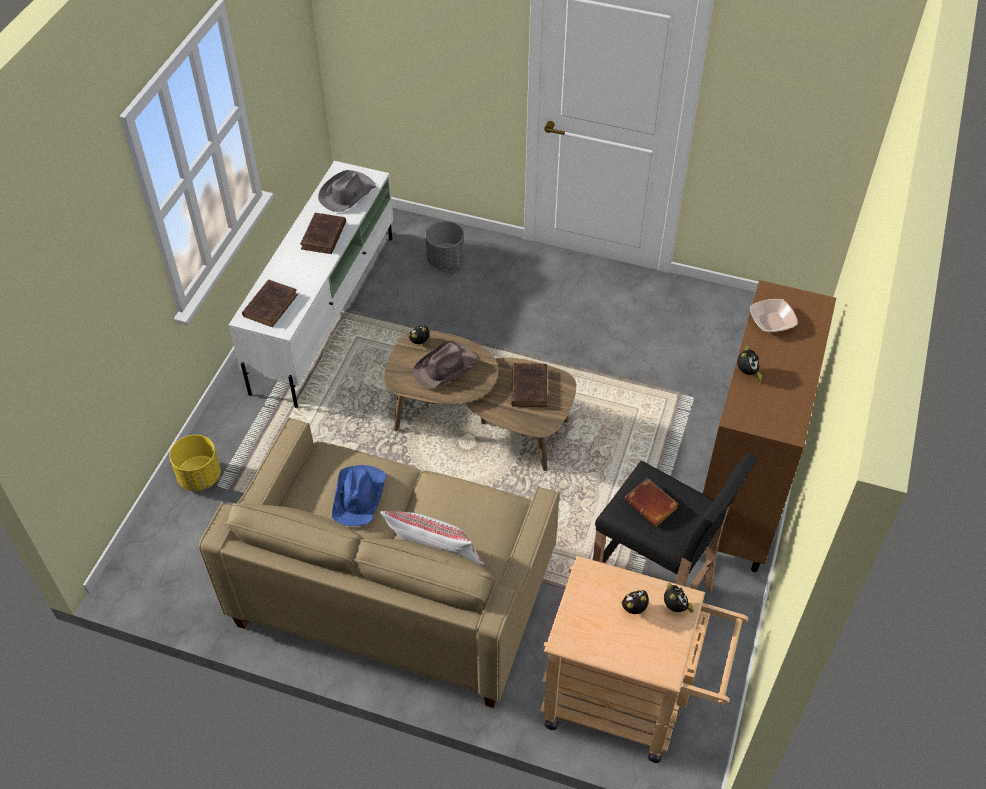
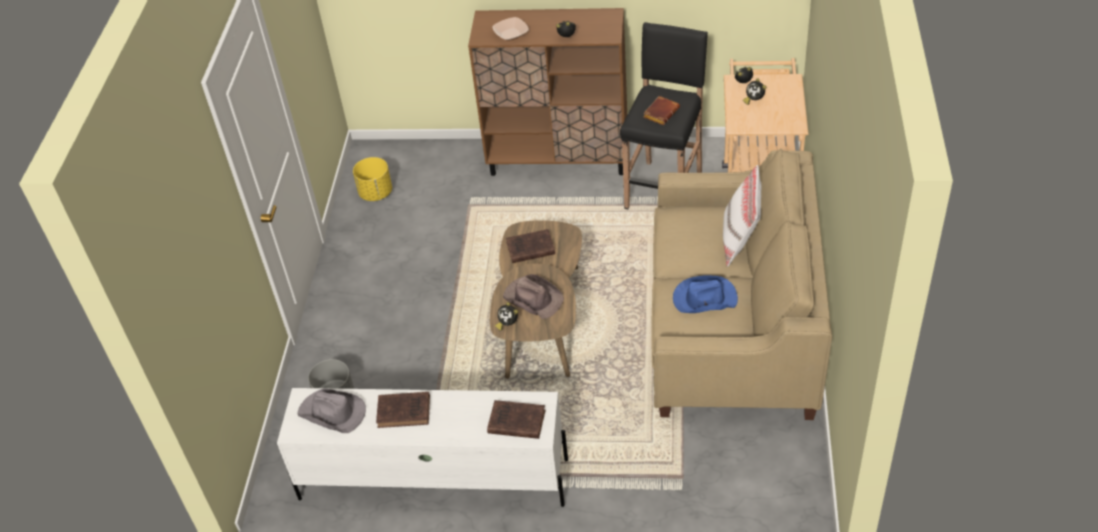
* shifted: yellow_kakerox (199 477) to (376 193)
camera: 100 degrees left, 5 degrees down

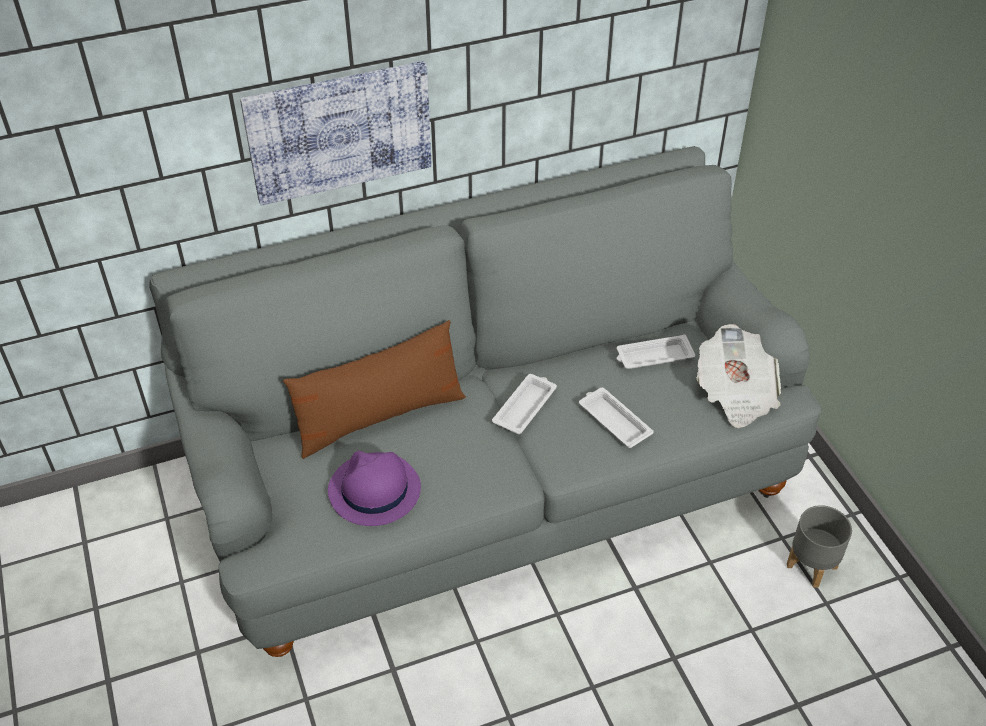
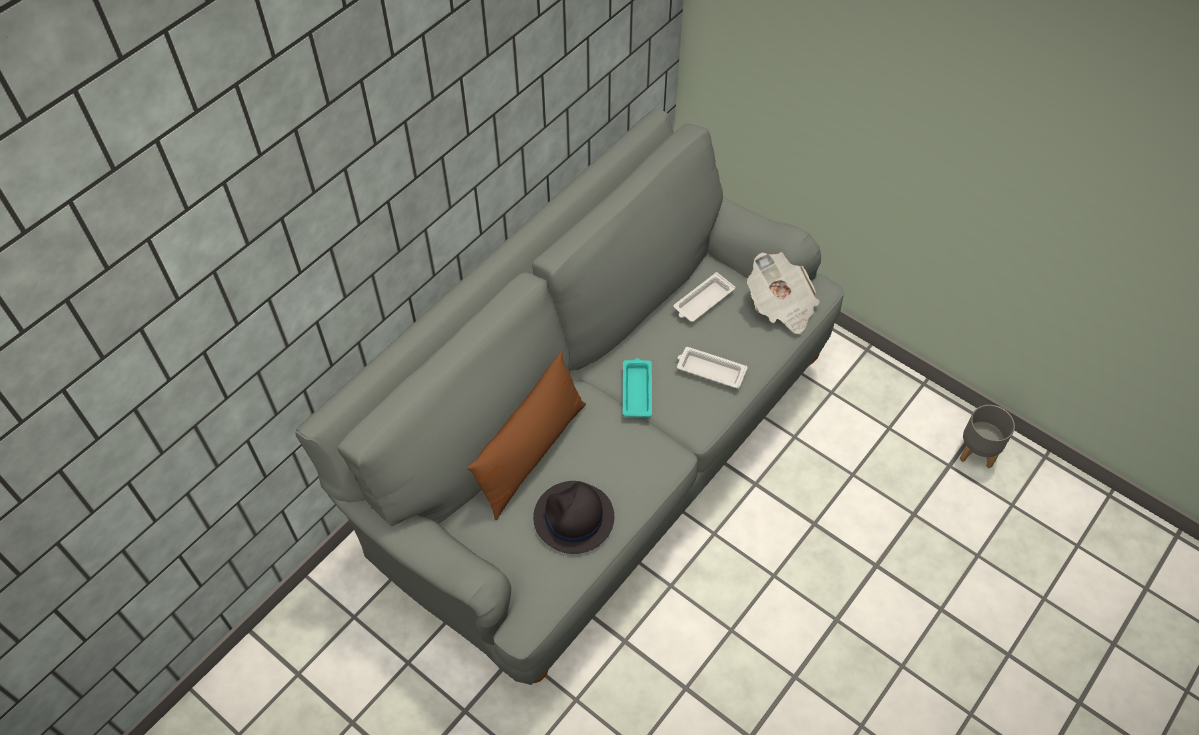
* gone: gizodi (339 131)
* shifted: grey_kakerox (812 567) to (978 452)
* repainted: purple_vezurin (374 490) to black_vezurin (573 518)
* repainted: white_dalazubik (525 406) to turquoise_dalazubik (637 390)
camera: 30 degrees left, 10 degrees up

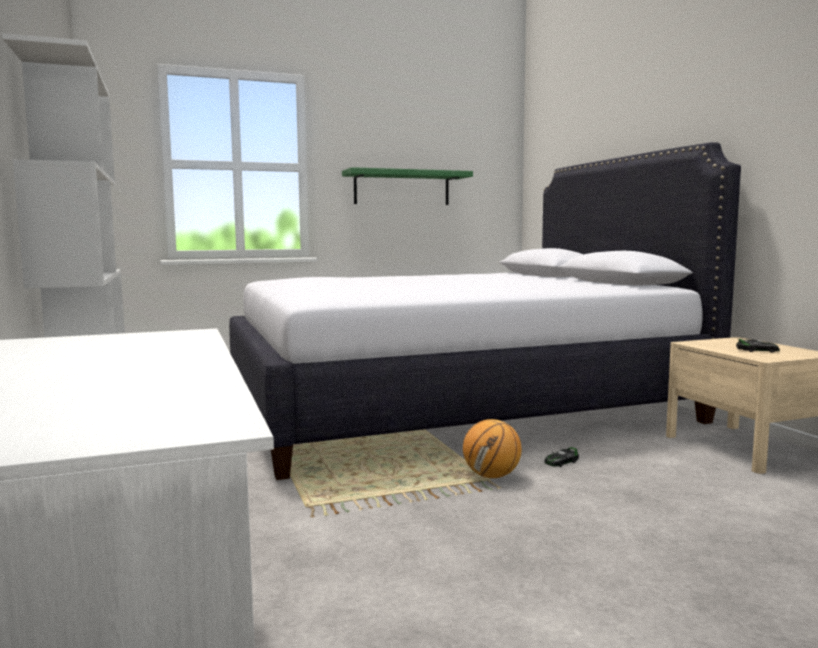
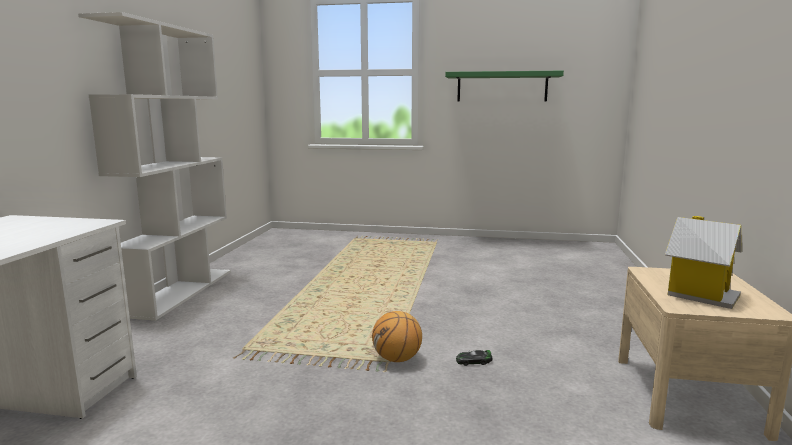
* gone: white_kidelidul (454 405)
* swapped: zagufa (757 350) to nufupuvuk (699 294)
camera: 30 degrees right, 5 degrees up

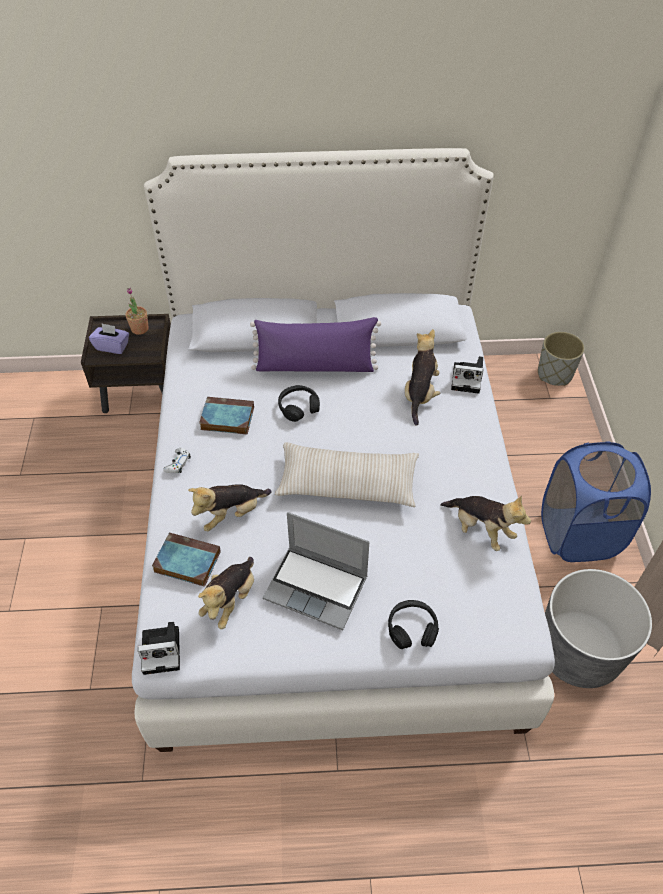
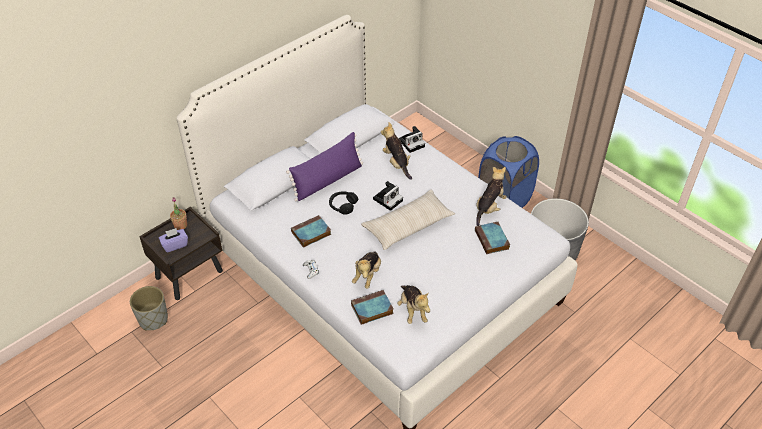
* gone: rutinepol (317 587)
* gone: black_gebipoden (412 628)
* new: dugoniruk (492 240)
* shifted: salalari (163 650) to (388 199)
* shifted: grey_kakerox (554 374) to (153 319)
* rotated: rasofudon (480 529) = (489 208) 60 degrees counterclockwise
camera: 40 degrees left, 5 degrees down

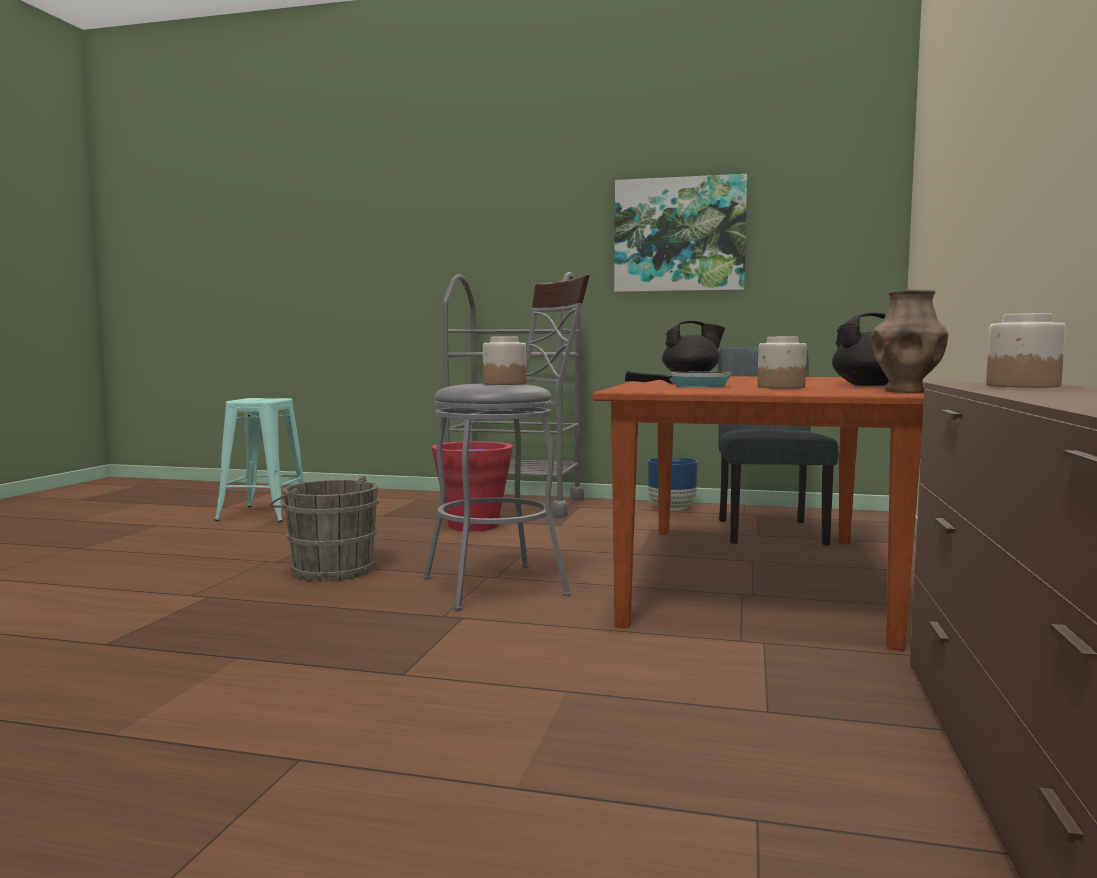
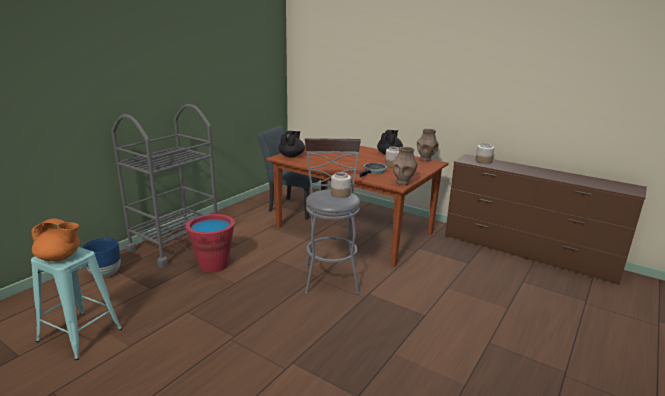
* gone: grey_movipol (329 570)
* gone: gizodi (679 235)
* new: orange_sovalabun (60 258)
* new: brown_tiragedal (403 183)
* shifted: blue_kakerox (671 509) to (105 274)
camera: 70 degrees left, 15 degrees up

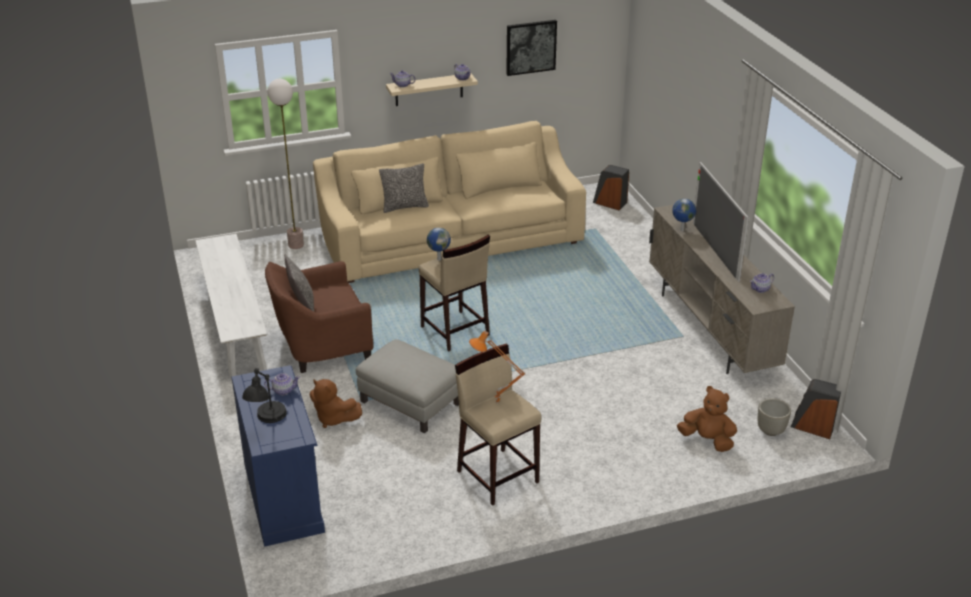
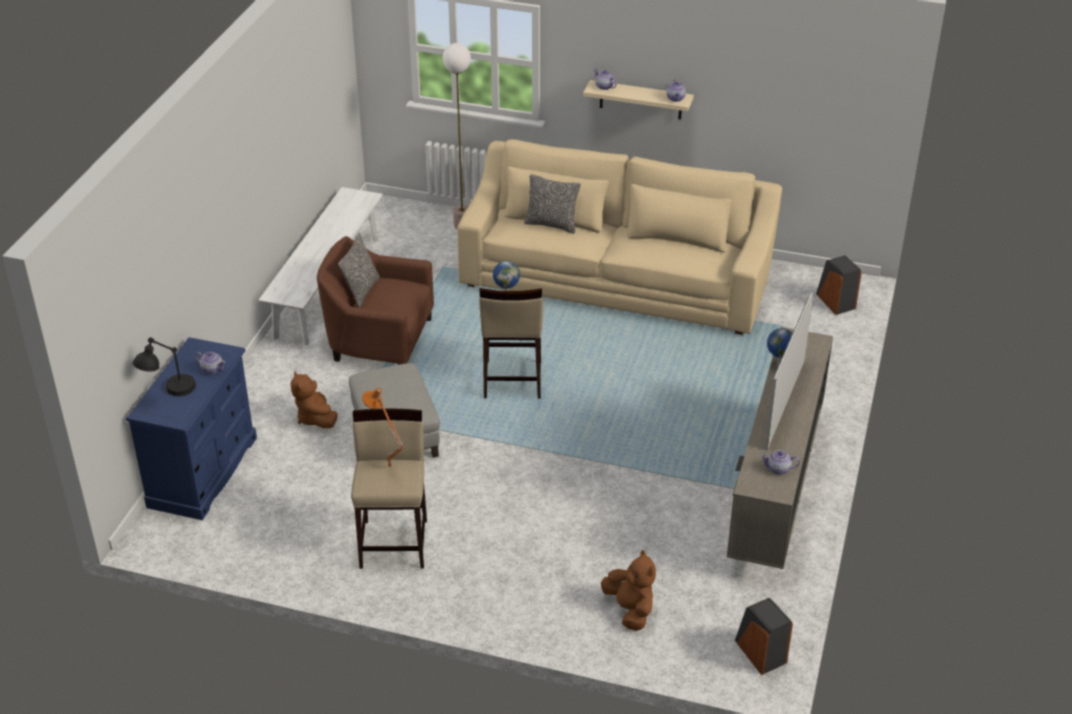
* gone: gizodi (530 47)
* gone: grey_kakerox (770 431)
camera: 35 degrees right, 5 degrees up

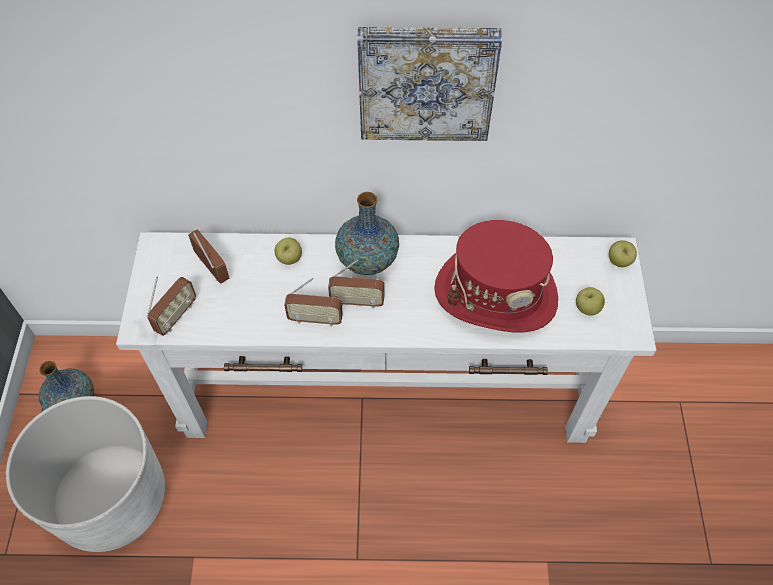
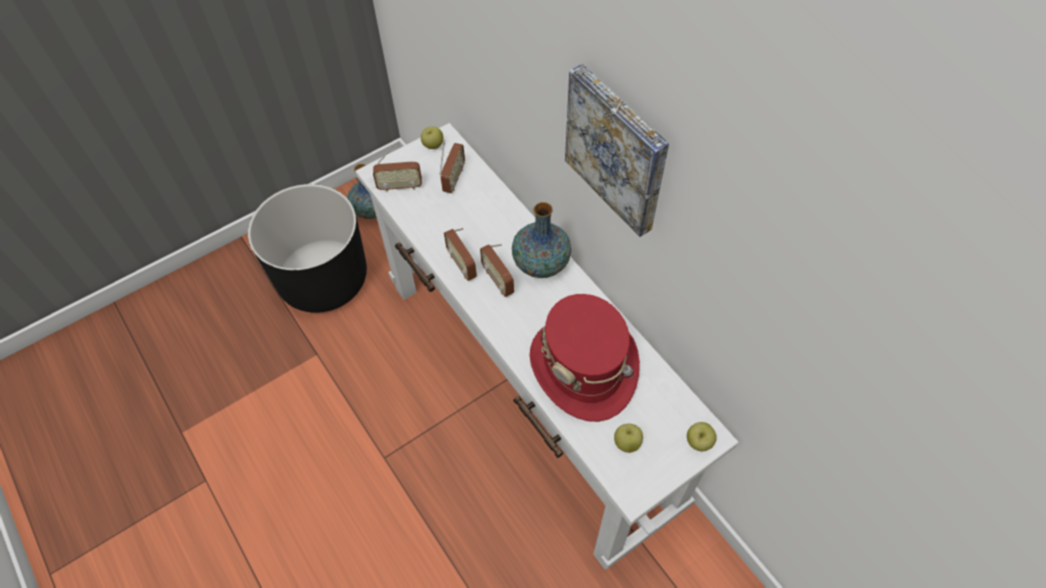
* shifted: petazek (289 259) to (433 145)
* repainted: white_kakerox (111 498) to black_kakerox (323 279)
camera: 55 degrees right, 0 degrees up

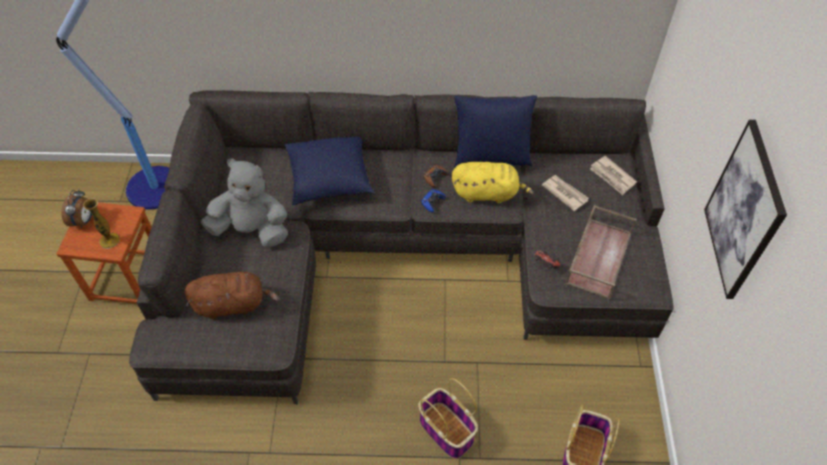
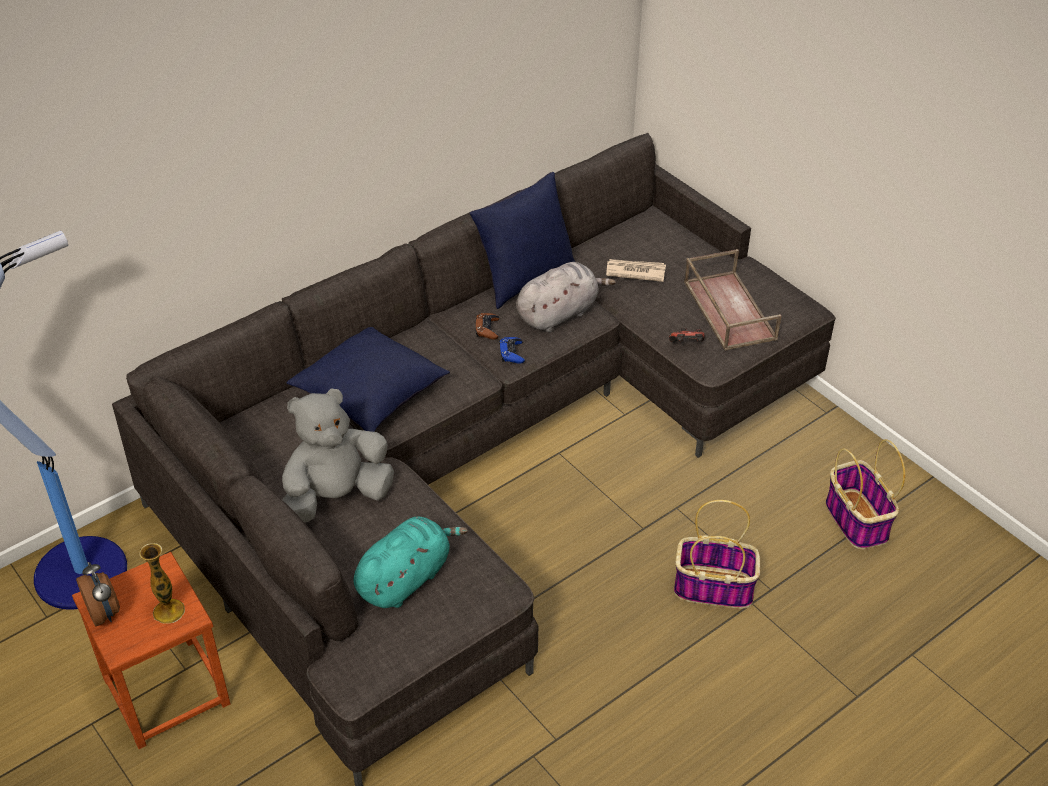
* gone: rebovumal (612 177)
* gone: gizodi (744 212)
* repainted: brown_rasofudon (233 304) to turquoise_rasofudon (406 578)
* repainted: yellow_rasofudon (487 193) to grey_rasofudon (559 313)
camera: 40 degrees left, 10 degrees down

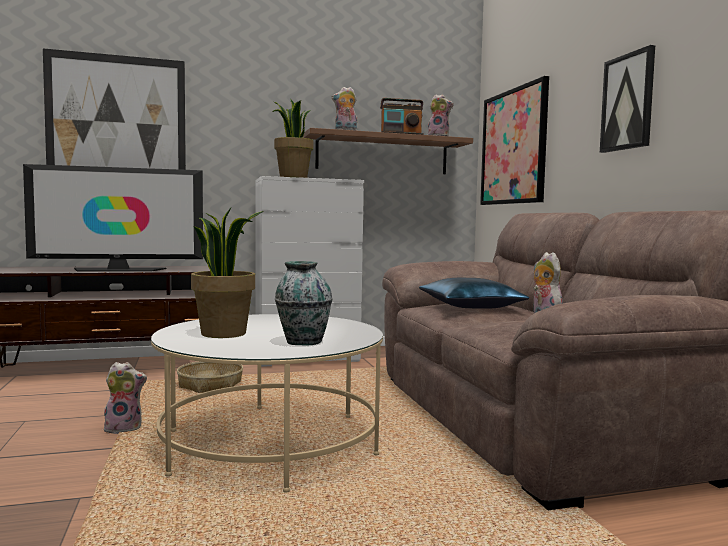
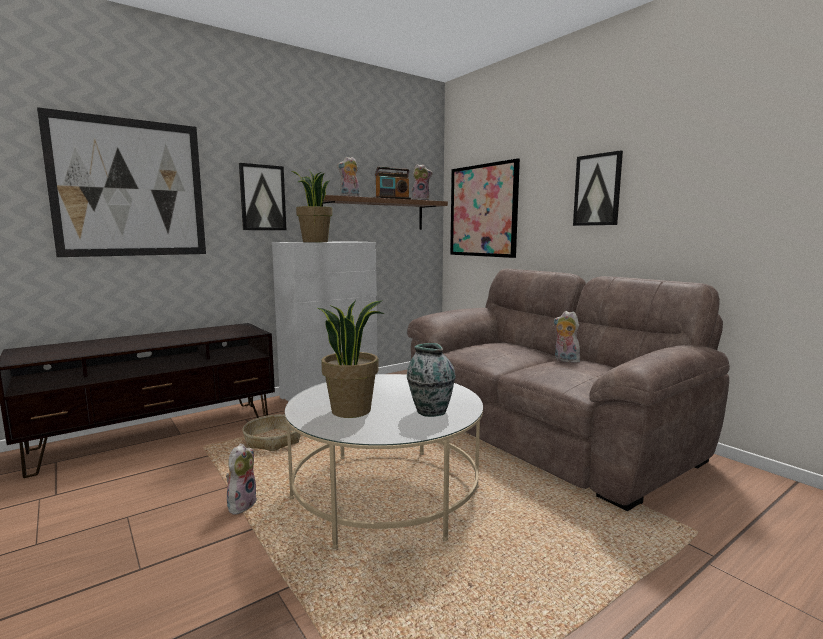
* gone: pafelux (118 270)
* gone: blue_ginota (471 306)
* new: gizodi (262 198)
* rotated: rasofudon (125 428) = (241 504) 45 degrees counterclockwise
camera: 20 degrees left, 5 degrees up

